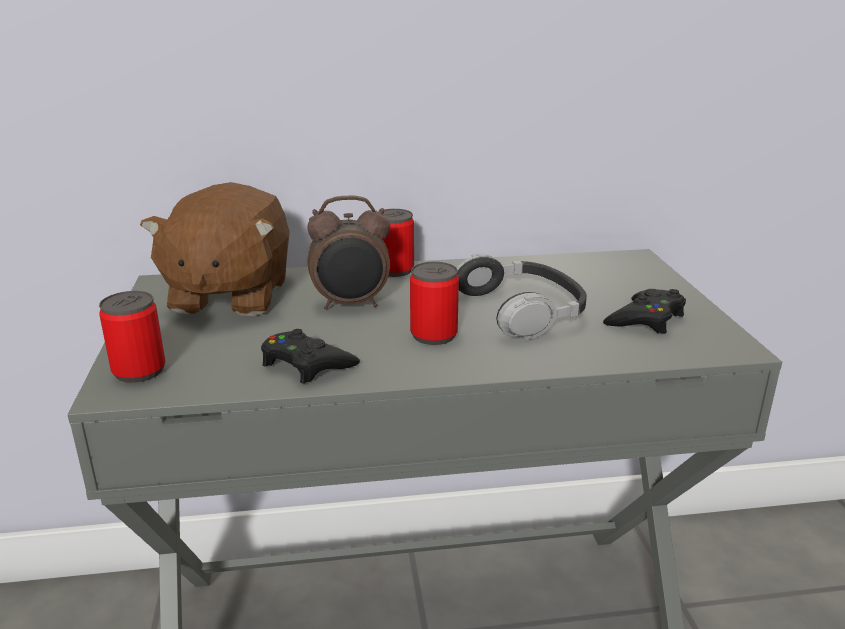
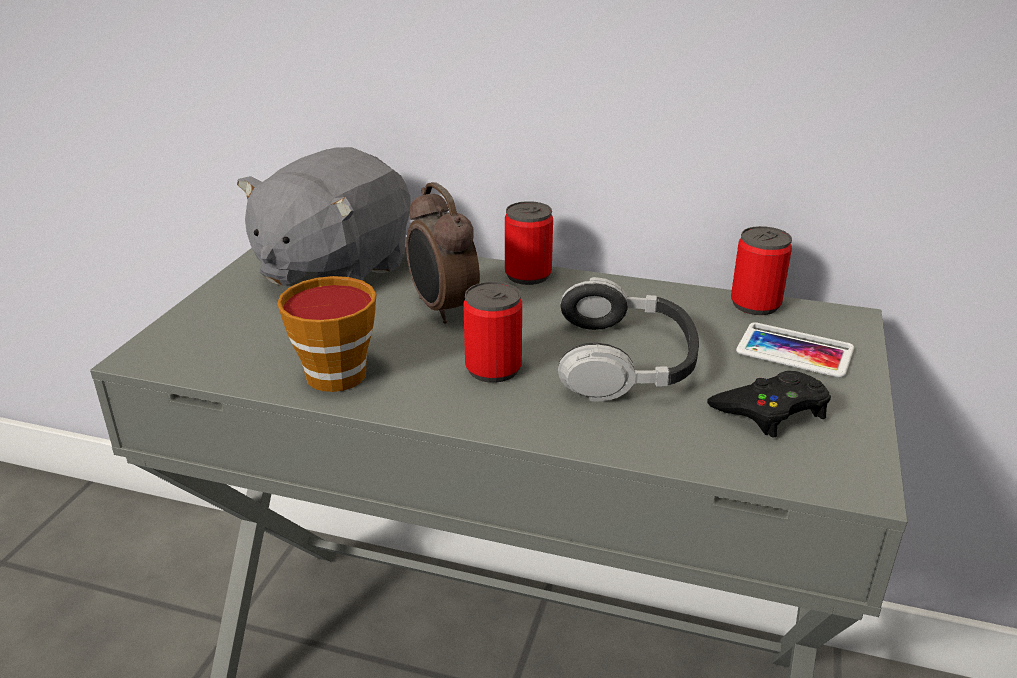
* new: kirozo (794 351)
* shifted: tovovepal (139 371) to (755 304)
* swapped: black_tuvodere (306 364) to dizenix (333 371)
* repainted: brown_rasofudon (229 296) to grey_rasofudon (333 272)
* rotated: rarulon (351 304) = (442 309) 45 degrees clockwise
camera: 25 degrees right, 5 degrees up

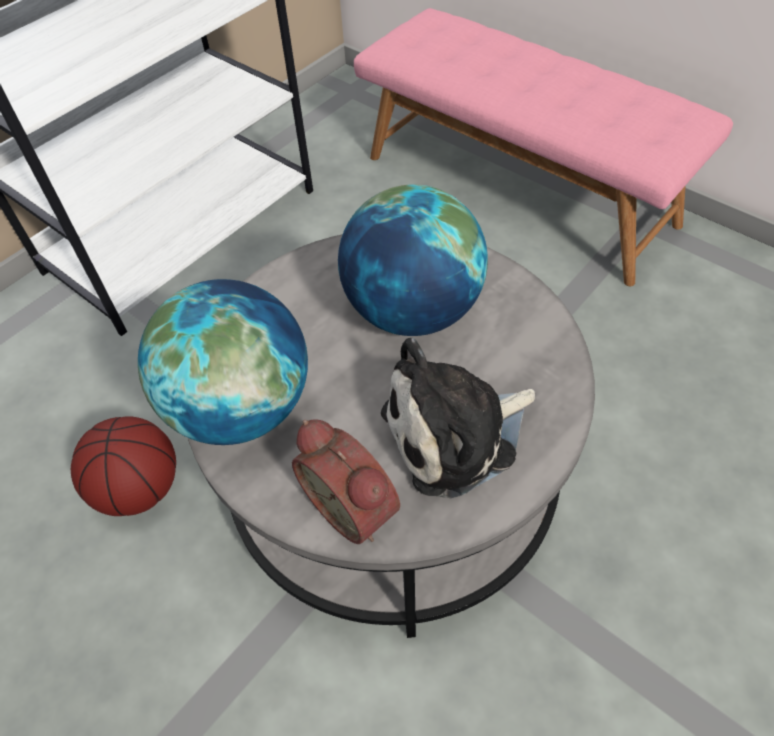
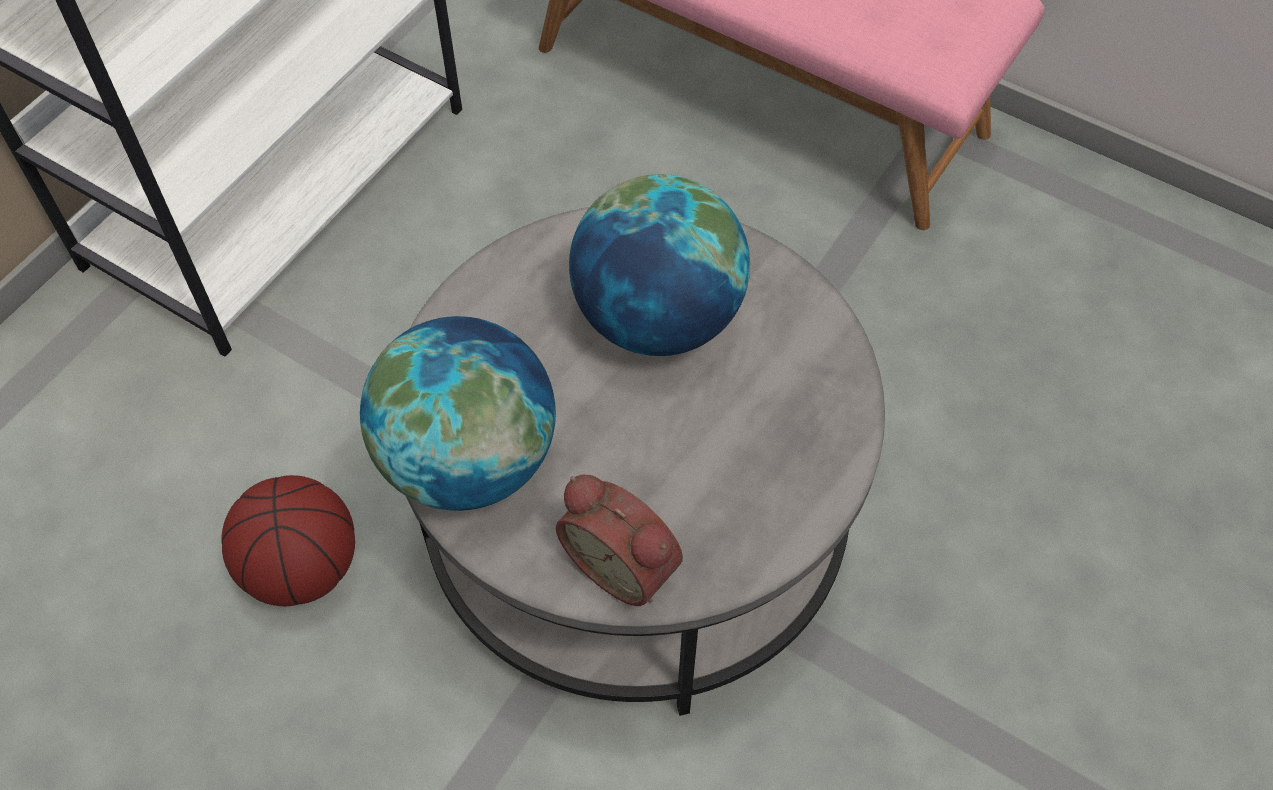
* gone: rasofudon (456 433)
camera: 10 degrees left, 5 degrees up

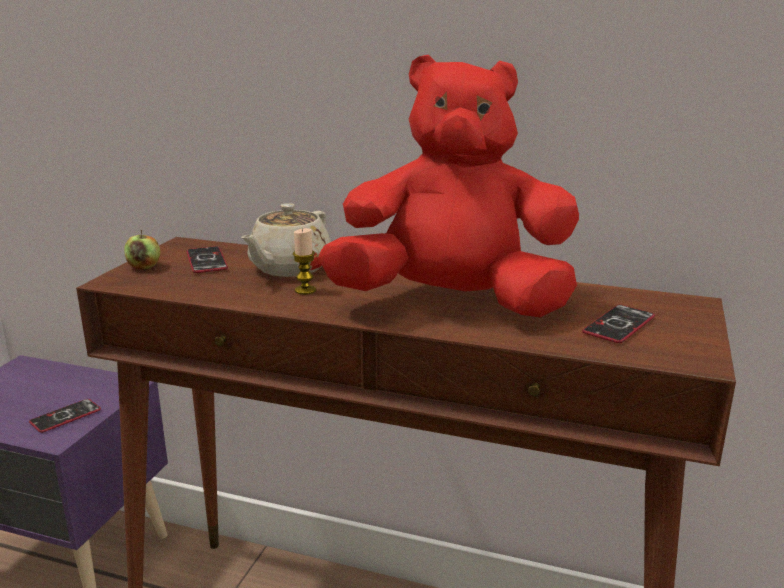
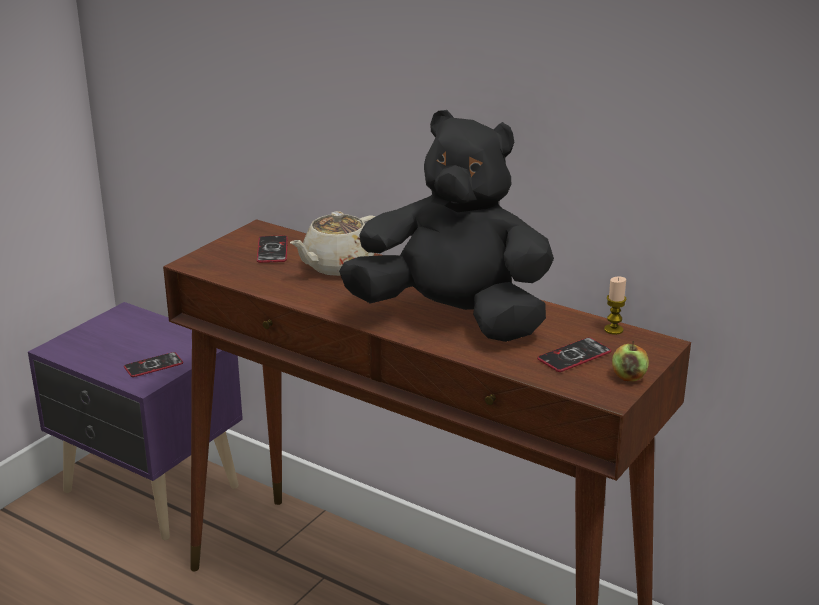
* shifted: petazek (144 267) to (628 377)
* shifted: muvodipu (305 290) to (613 330)
* repainted: red_rasofudon (453 303) to black_rasofudon (452 318)
camera: 15 degrees right, 5 degrees up

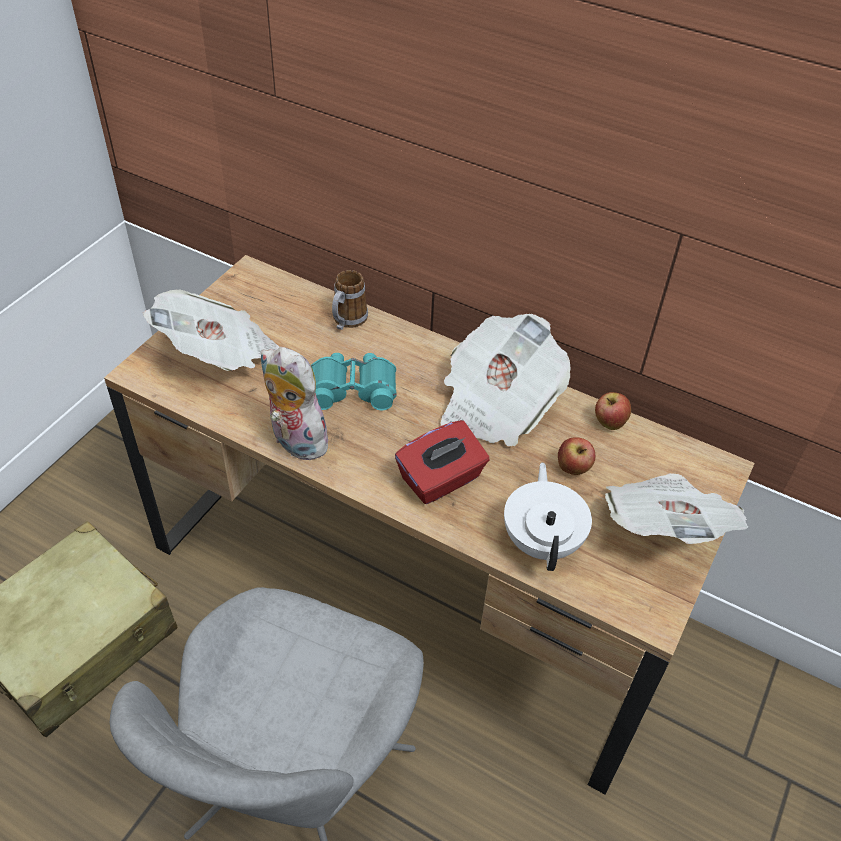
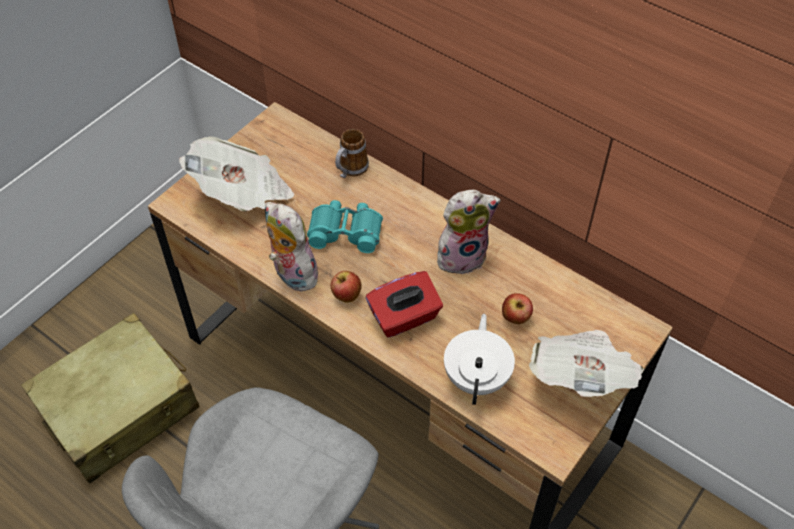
* shifted: petazek (609 423) to (346 296)
* swapped: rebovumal (496 404) to rasofudon (462 256)
camera: 10 degrees right, 5 degrees up

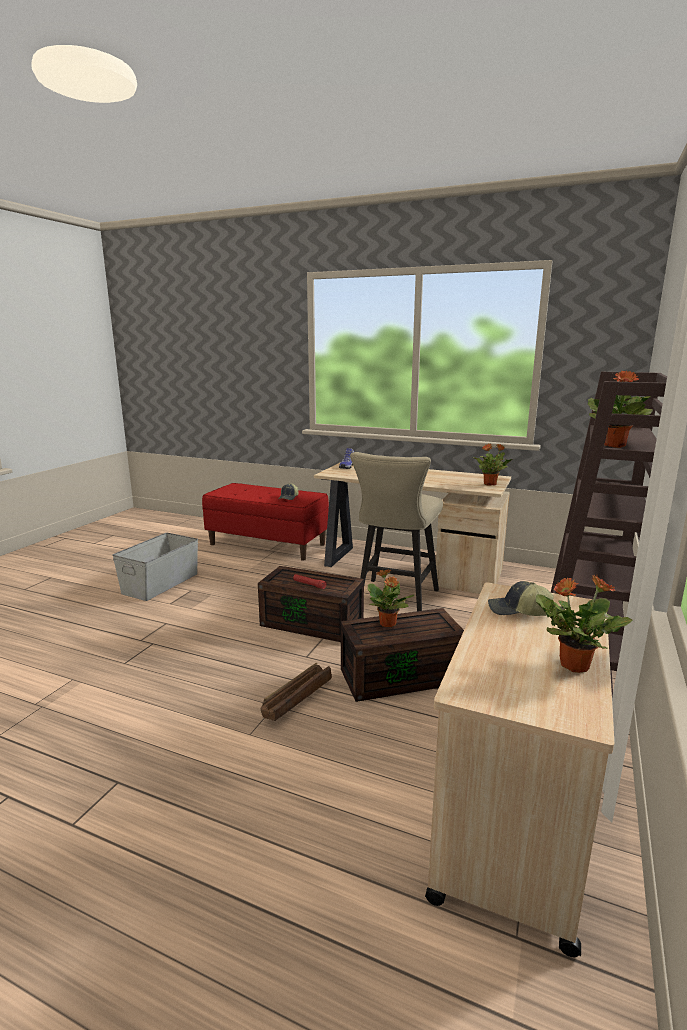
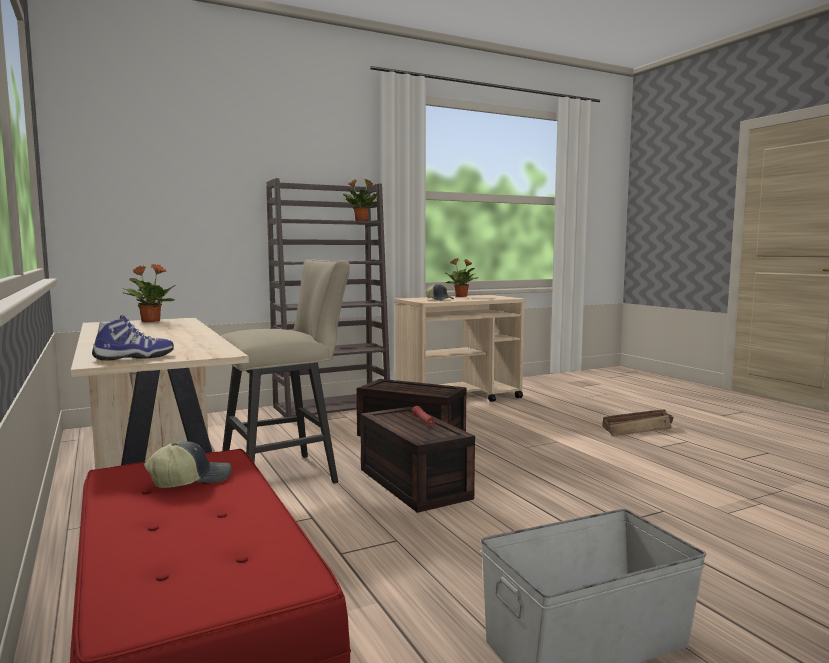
* gone: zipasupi (387 624)
* shifted: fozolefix (296 698) to (638 429)
camera: 140 degrees left, 10 degrees down

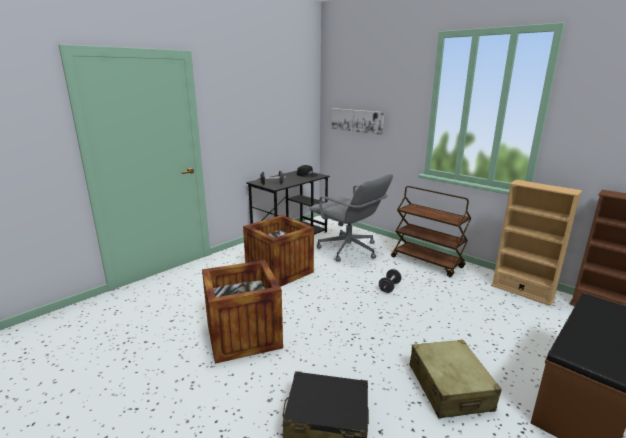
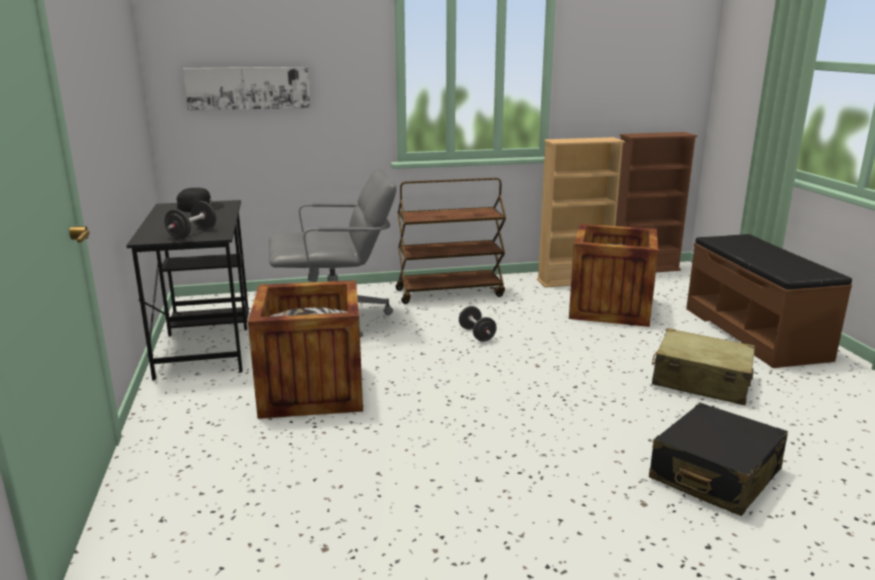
* shifted: fozolefix (243 335) to (610 308)
camera: 55 degrees left, 0 degrees up

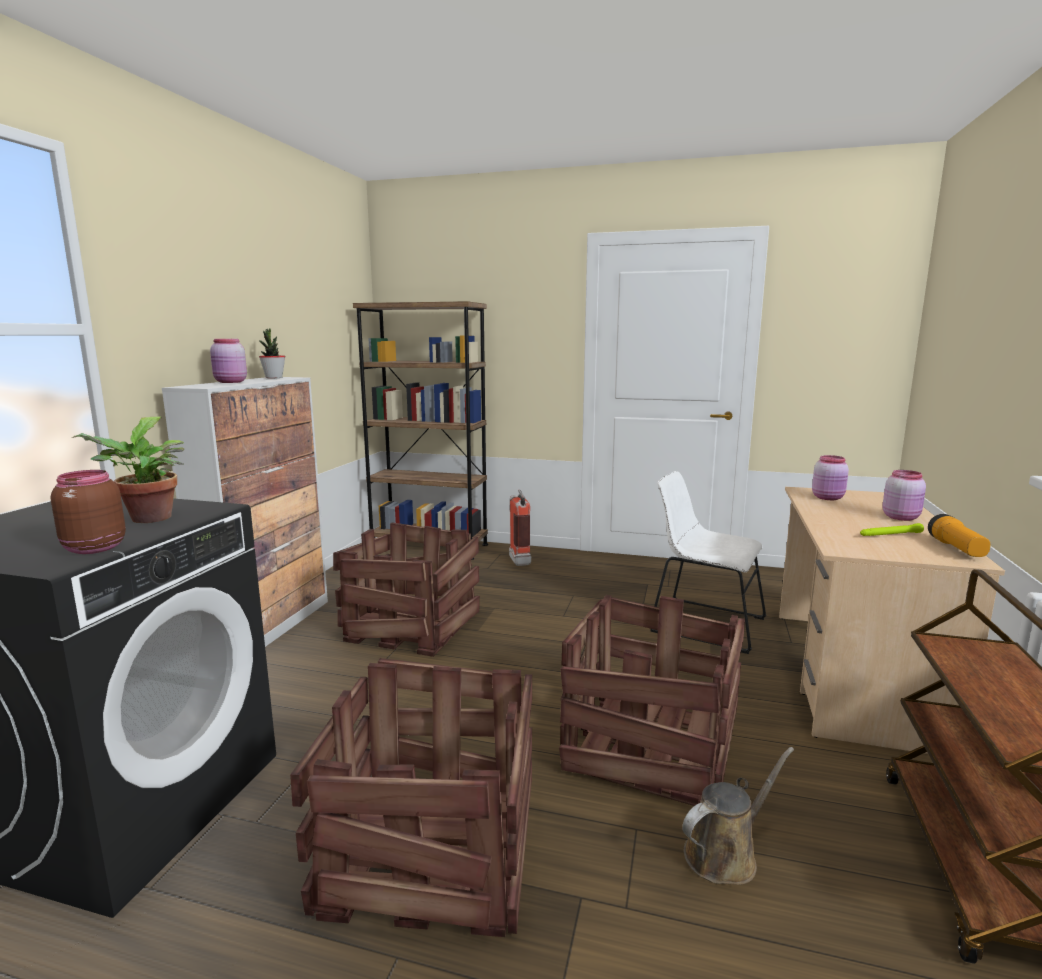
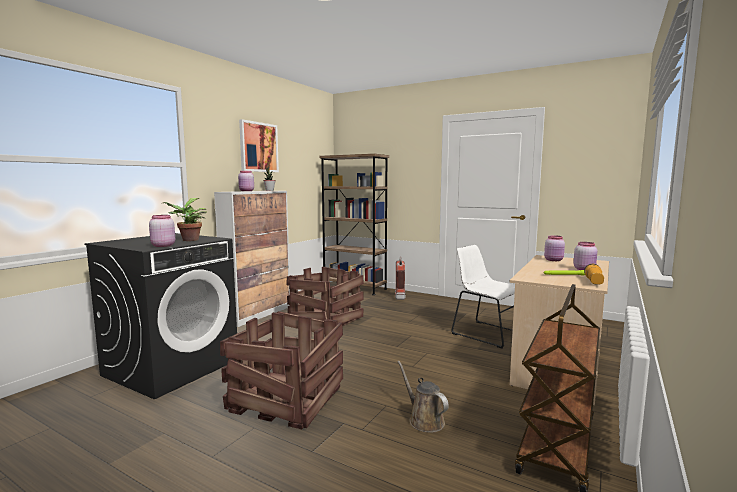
* gone: fozolefix (651 744)
* new: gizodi (258 147)
* repainted: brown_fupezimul (92 548) to pink_fupezimul (162 246)
* rotated: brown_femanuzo (725 854) = (424 420) 105 degrees counterclockwise
camera: 15 degrees right, 5 degrees down

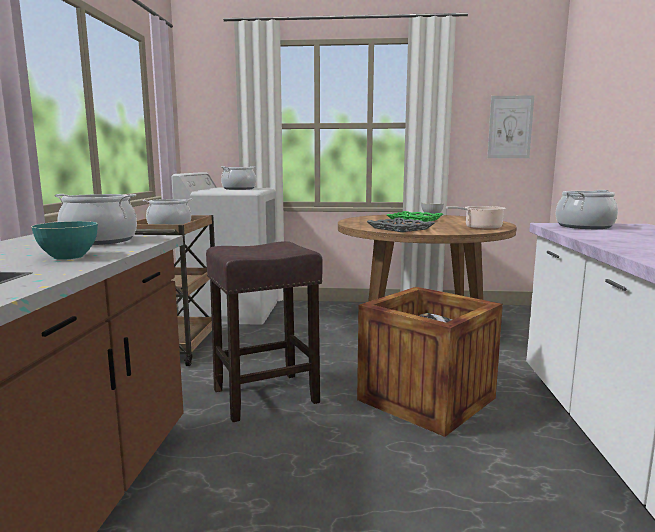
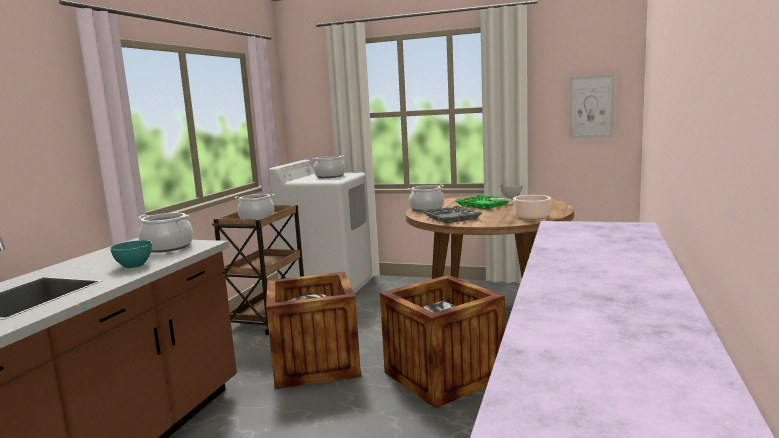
* shifted: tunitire (584 226) to (427 209)
* swapped: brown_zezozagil (267 395) to fozolefix (315 364)
camera: 15 degrees right, 0 degrees up

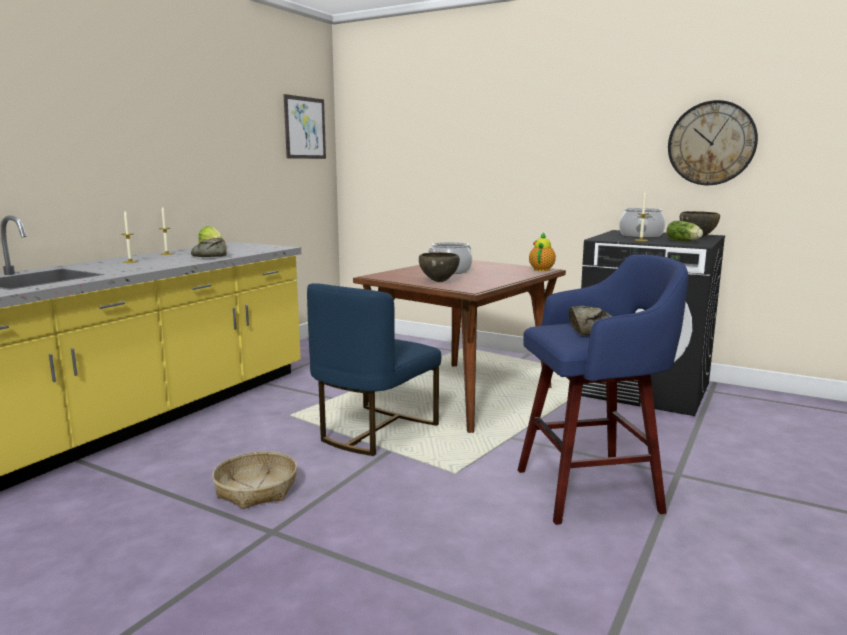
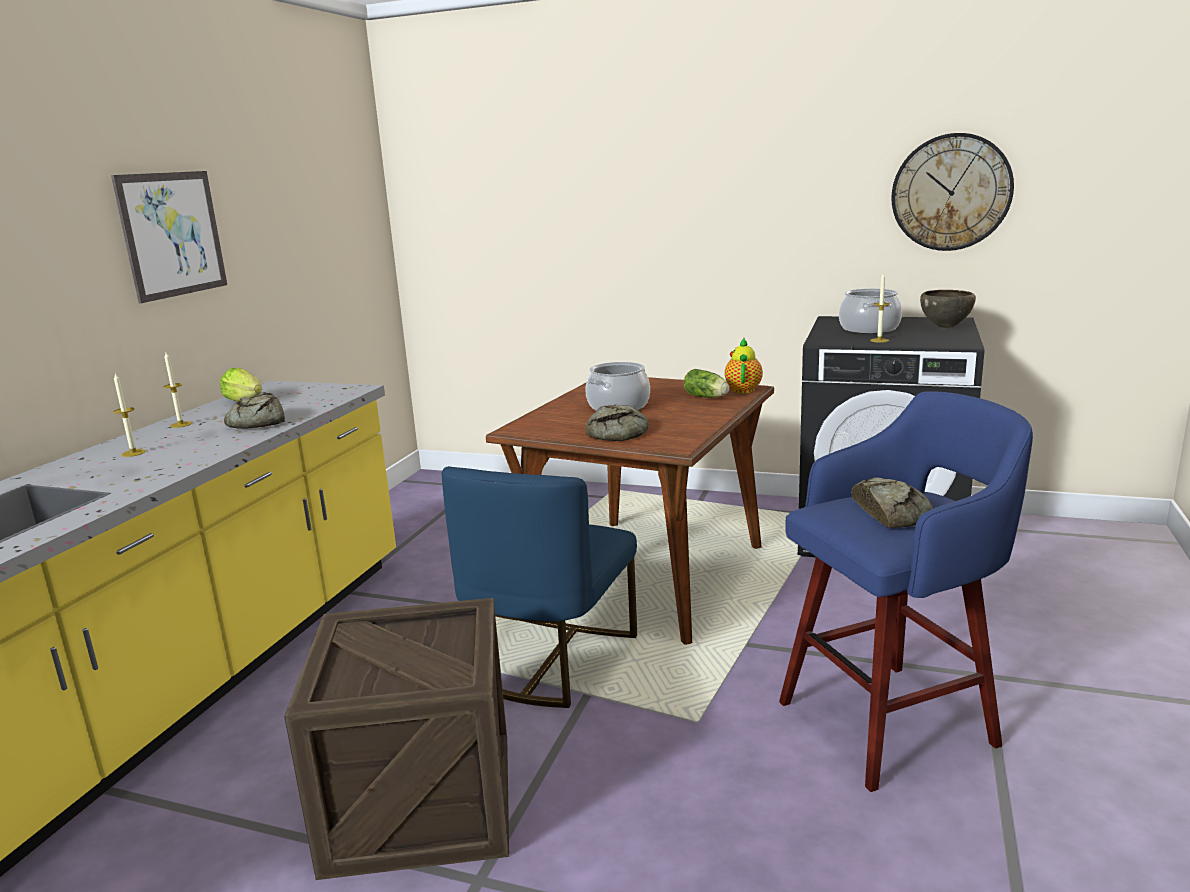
* shifted: gizodi (305 128) to (172 234)
* shifted: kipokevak (684 241) to (707 397)
* swapped: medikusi (256 489) to fozolefix (421 801)
* swapped: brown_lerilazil (439 281) to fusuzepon (620 432)
camera: 10 degrees left, 5 degrees up

